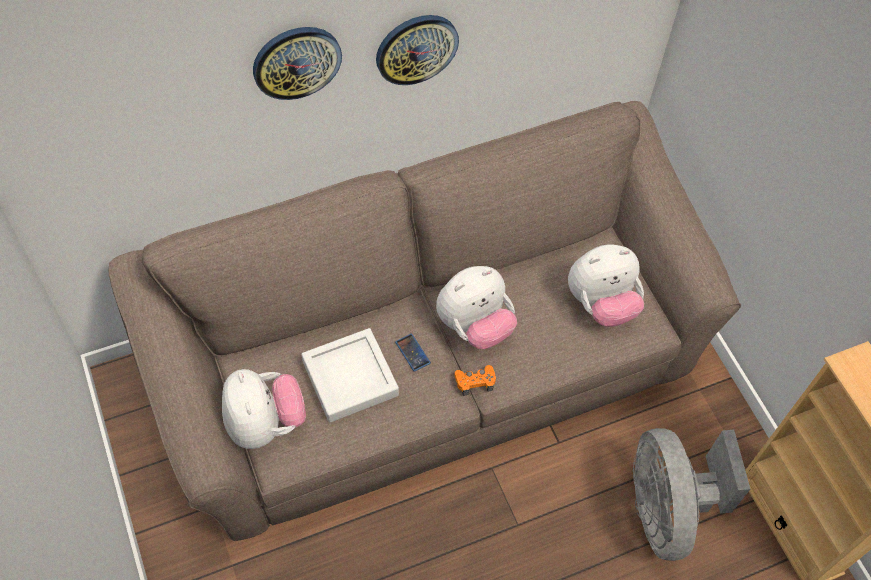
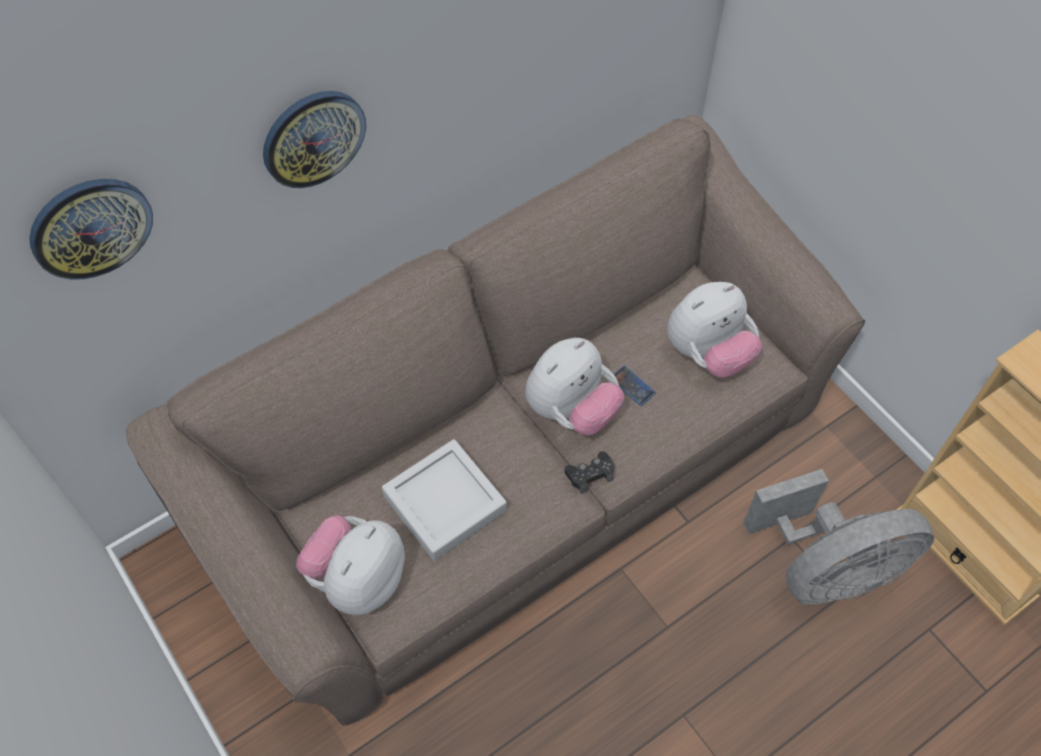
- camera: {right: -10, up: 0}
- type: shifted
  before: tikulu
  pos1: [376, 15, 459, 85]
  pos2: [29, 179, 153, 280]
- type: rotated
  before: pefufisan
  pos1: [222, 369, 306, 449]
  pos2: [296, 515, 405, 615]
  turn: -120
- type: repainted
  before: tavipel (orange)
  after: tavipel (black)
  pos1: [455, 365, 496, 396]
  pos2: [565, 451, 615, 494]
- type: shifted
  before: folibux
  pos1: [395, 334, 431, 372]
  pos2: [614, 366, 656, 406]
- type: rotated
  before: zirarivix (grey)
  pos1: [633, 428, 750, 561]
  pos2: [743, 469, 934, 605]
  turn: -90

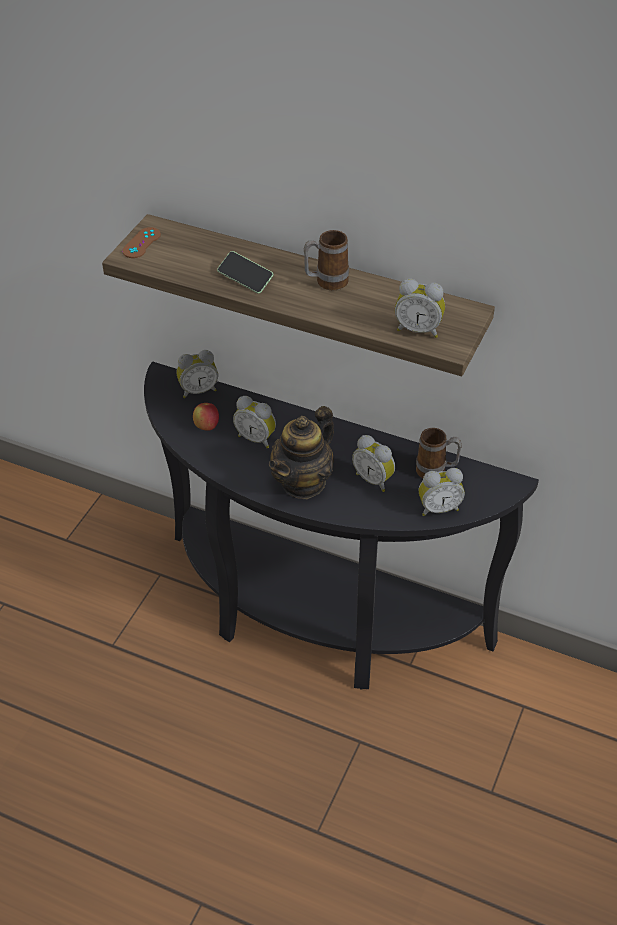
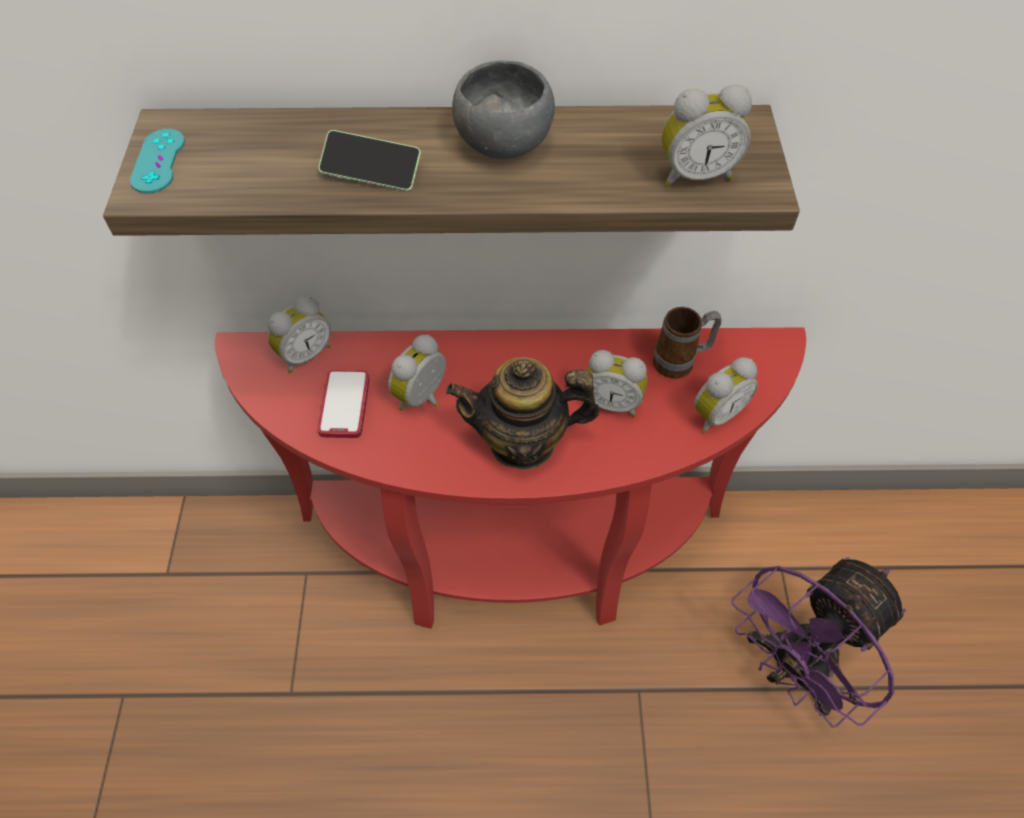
- camera: {right: -25, up: 10}
- type: repainted
  before: tavipel (brown)
  after: tavipel (turquoise)
  pos1: [122, 227, 161, 258]
  pos2: [130, 129, 185, 194]
- type: repainted
  before: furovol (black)
  after: furovol (red)
  pos1: [144, 362, 539, 690]
  pos2: [215, 327, 806, 629]
- type: swapped
  before: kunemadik
  after: folibux
  pos1: [193, 403, 219, 430]
  pos2: [318, 370, 370, 438]
- type: rotated
  before: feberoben
  pos1: [233, 396, 276, 448]
  pos2: [388, 335, 446, 411]
  turn: 120
- type: rotated
  before: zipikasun
  pos1: [269, 406, 334, 499]
  pos2: [446, 357, 600, 470]
  turn: 75
- type: swapped
  before: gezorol
  after: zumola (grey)
  pos1: [304, 230, 349, 290]
  pos2: [452, 60, 555, 159]
- type: new
  after: zirarivix (purple)
  pos2: [732, 557, 906, 728]

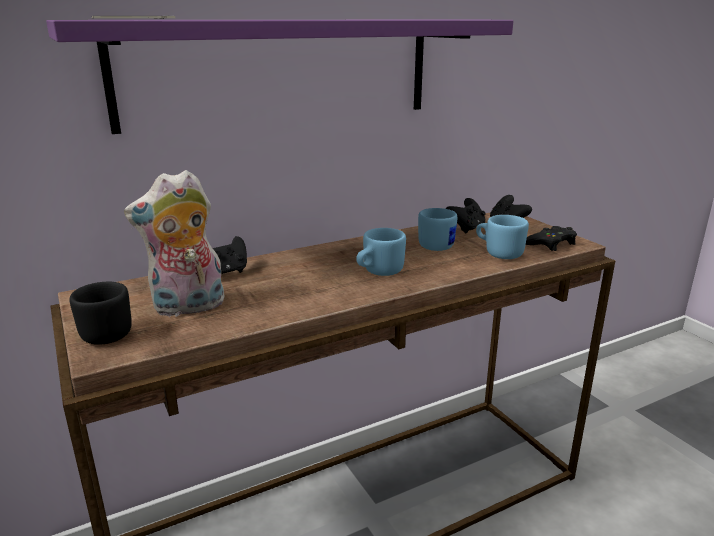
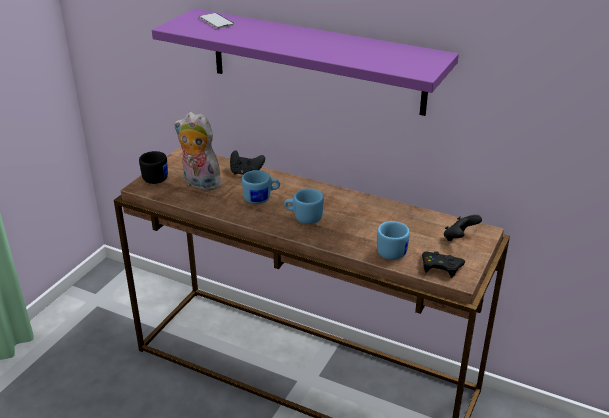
- camera: {right: 55, up: 10}
- type: shifted
  before: gezorol (blue)
  pos1: [418, 208, 457, 251]
  pos2: [242, 170, 280, 204]
- type: gone
  before: tavipel (black)
  pos1: [446, 198, 485, 233]

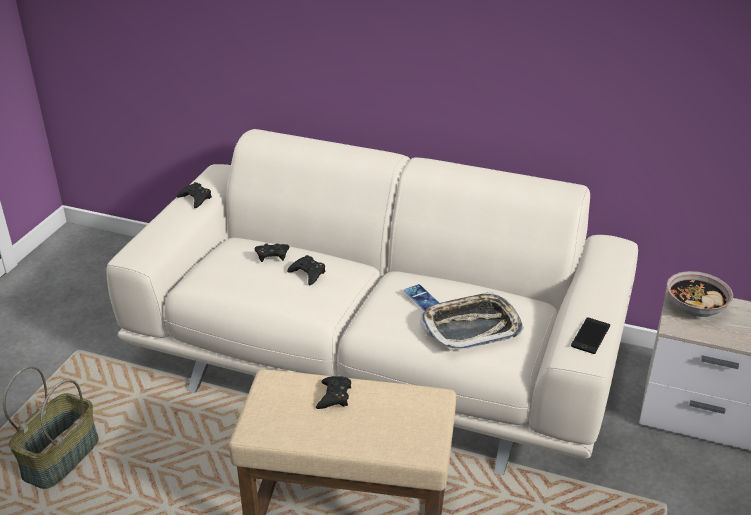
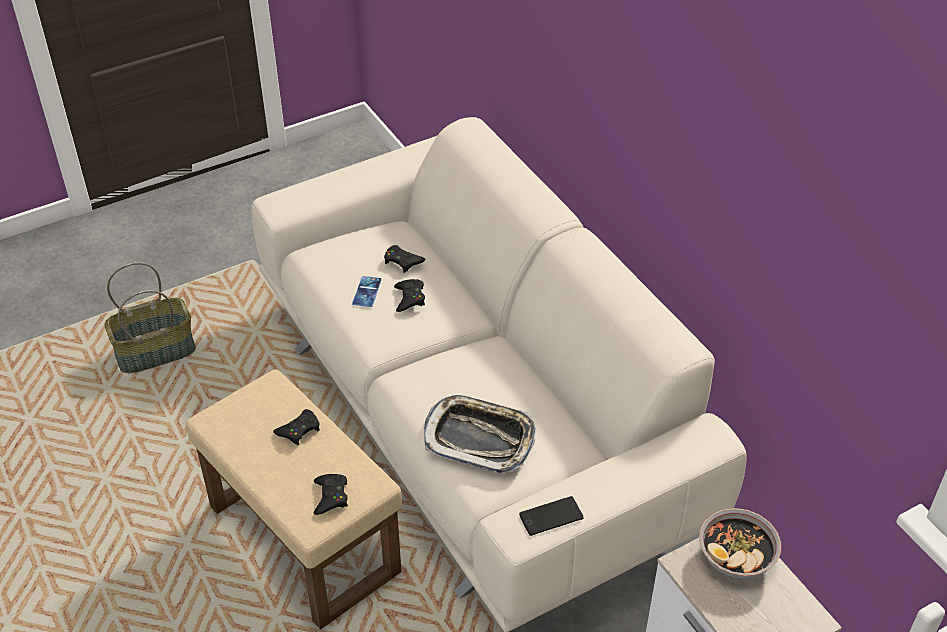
- camera: {right: 40, up: 10}
- type: shifted
  before: tavipel (black)
  pos1: [177, 182, 212, 208]
  pos2: [314, 474, 348, 515]
- type: shifted
  before: folibux
  pos1: [404, 284, 439, 311]
  pos2: [352, 276, 382, 307]

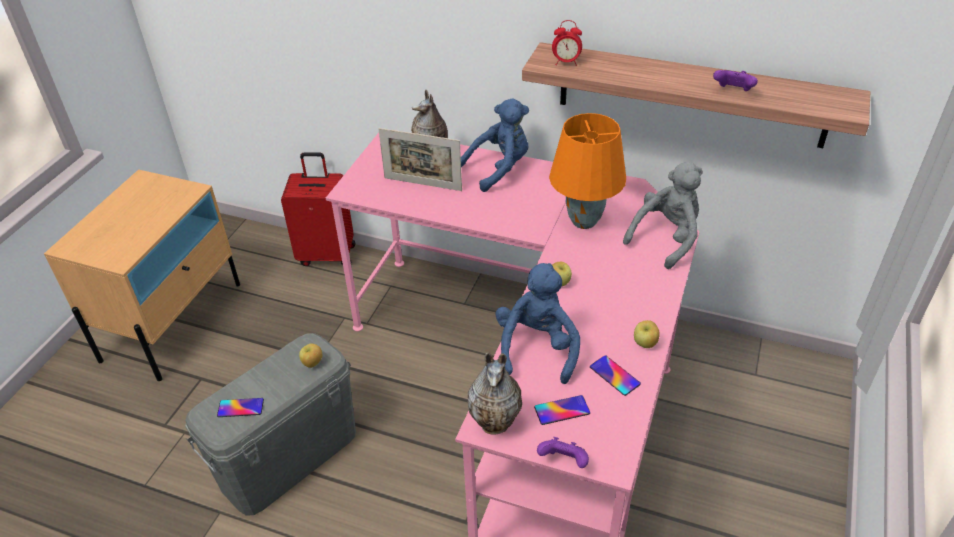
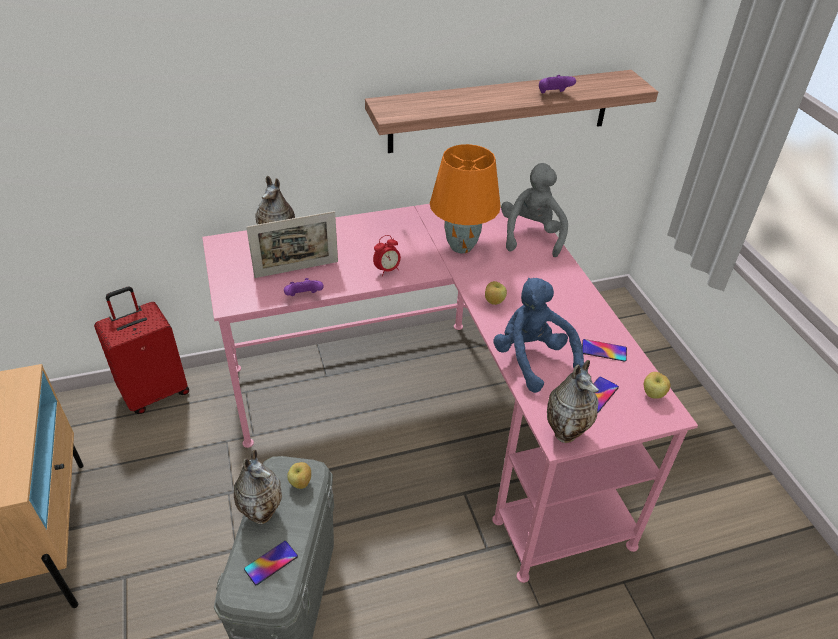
- camera: {right: -40, up: 0}
- type: new
  after: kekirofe
  pos2: [234, 450, 282, 524]
- type: shifted
  before: tavipel (purple)
  pos1: [537, 437, 589, 468]
  pos2: [284, 278, 324, 296]
- type: shifted
  before: feberoben
  pos1: [552, 20, 582, 66]
  pos2: [373, 235, 401, 276]
- type: shifted
  before: kunemadik
  pos1: [634, 320, 660, 348]
  pos2: [644, 372, 670, 399]
- type: gone
  before: pefufisan (blue)
  pos1: [461, 98, 529, 192]

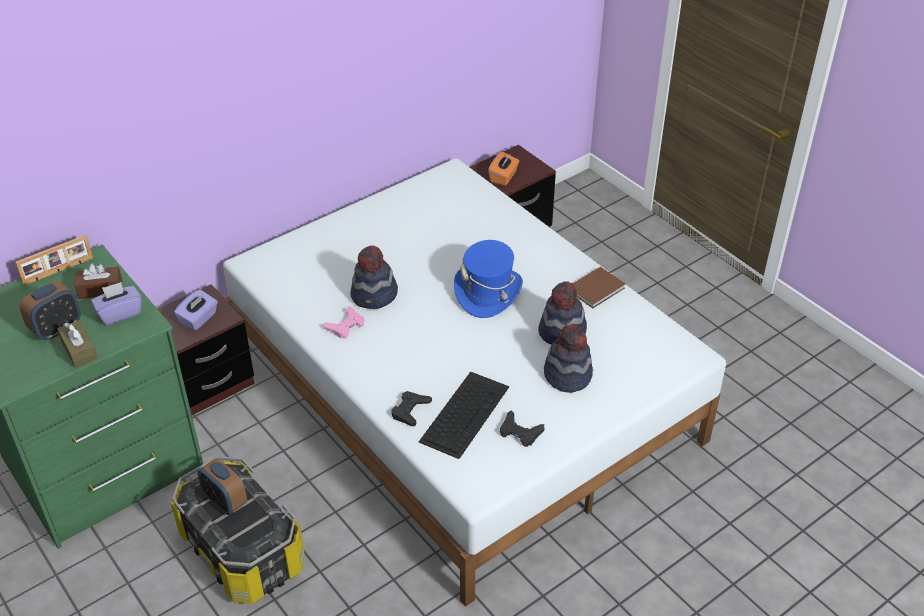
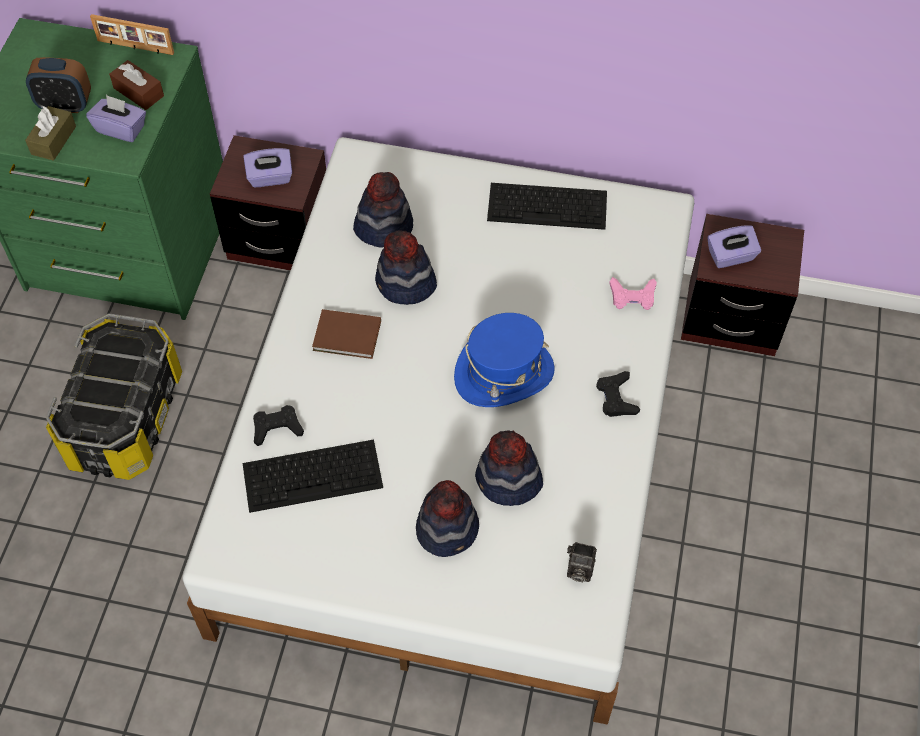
- camera: {right: 50, up: 15}
- type: shifted
  before: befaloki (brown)
  pos1: [572, 267, 625, 309]
  pos2: [312, 309, 381, 359]
- type: new
  after: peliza
  pos2: [353, 172, 413, 247]
- type: new
  after: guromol
  pos2: [487, 183, 607, 230]
- type: new
  after: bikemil
  pos2: [567, 542, 597, 583]
- type: shifted
  before: tavipel (black)
  pos1: [500, 411, 544, 447]
  pos2: [596, 371, 640, 417]
- type: shifted
  before: tavipel (pink)
  pos1: [323, 306, 365, 339]
  pos2: [609, 277, 657, 310]
- type: repainted
  before: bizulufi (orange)
  after: bizulufi (purple)
  pos1: [488, 152, 520, 186]
  pos2: [708, 225, 761, 268]
- type: gone
  before: feberoben
  pos1: [198, 458, 247, 515]

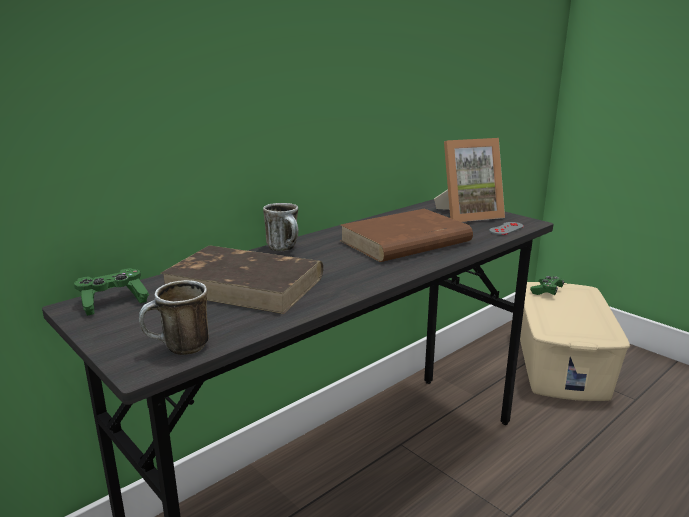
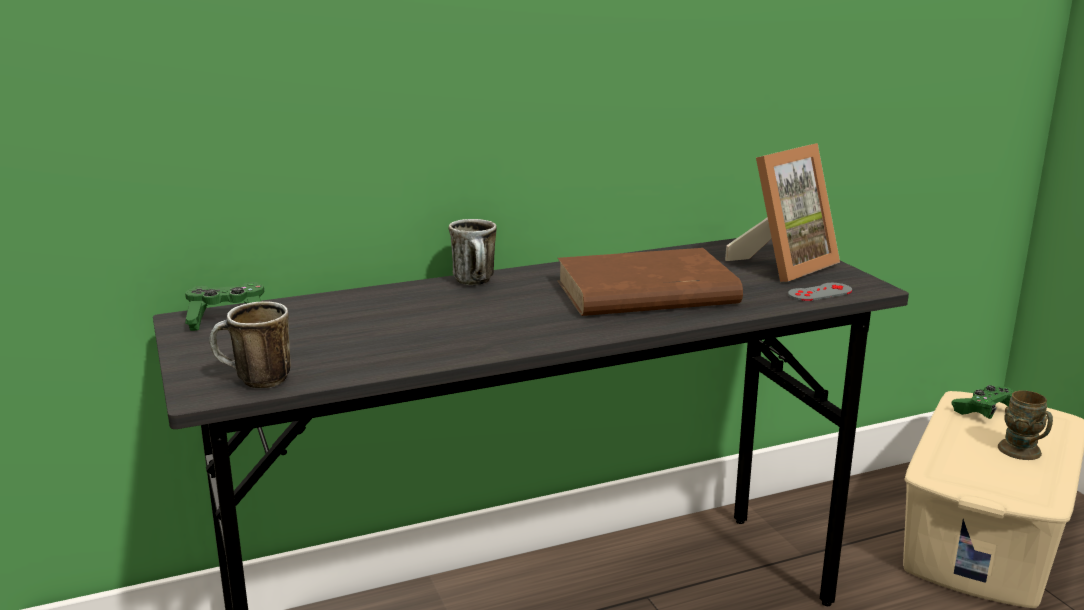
- camera: {right: 20, up: 0}
- type: rotated
  before: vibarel
  pos1: [434, 138, 505, 222]
  pos2: [725, 143, 840, 282]
  turn: -45
- type: new
  after: gezorol (brown)
  pos2: [998, 390, 1053, 460]
- type: gone
  before: befaloki (brown)
  pos1: [160, 246, 323, 314]

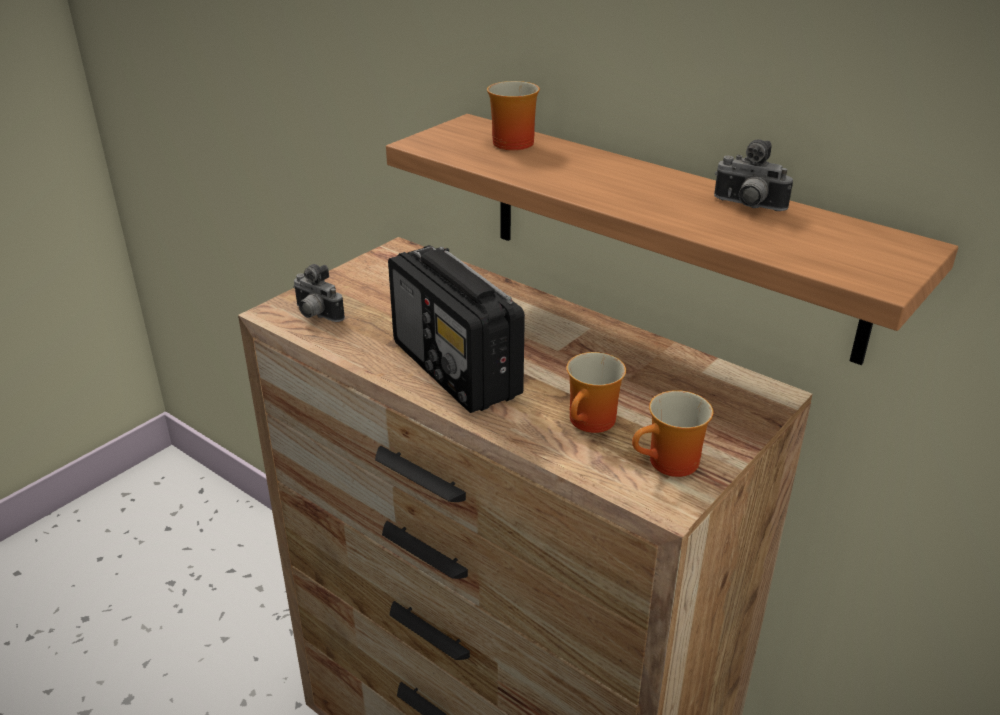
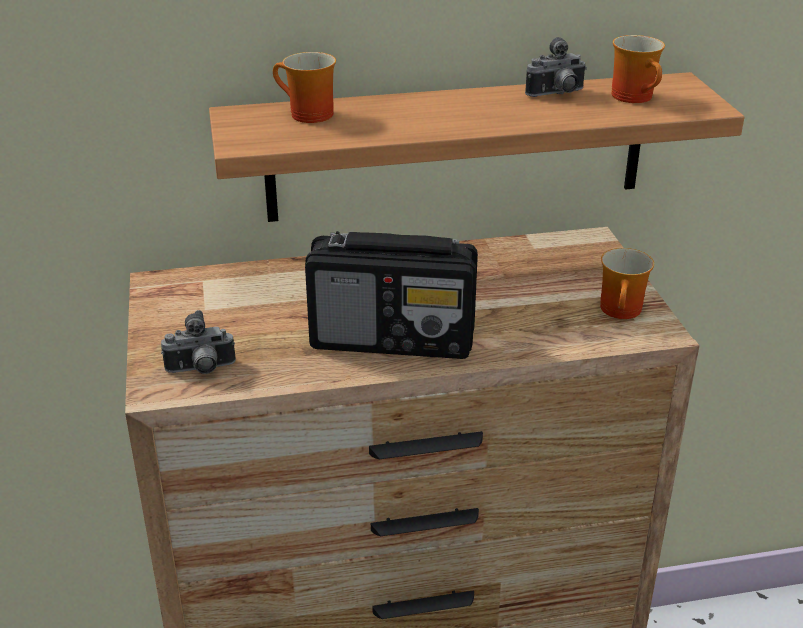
- camera: {right: -50, up: 0}
- type: shifted
  before: gezorol
  pos1: [567, 352, 626, 433]
  pos2: [611, 35, 665, 103]

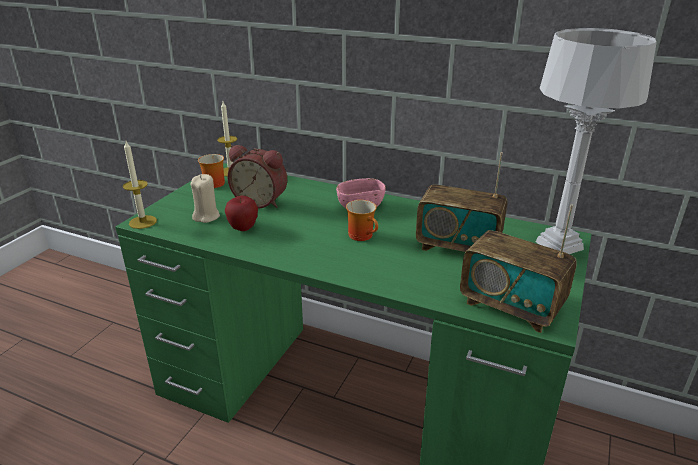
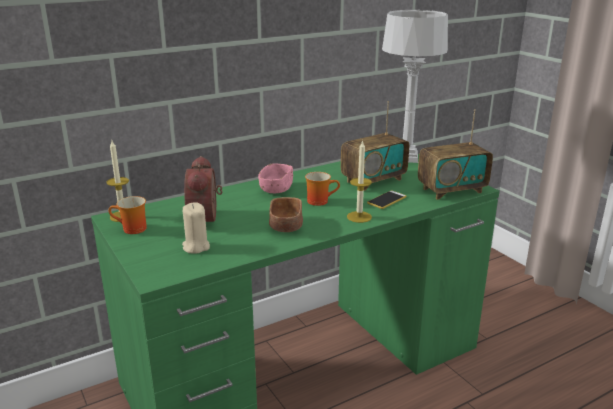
- camera: {right: -55, up: -5}
- type: rotated
  before: feberoben
  pos1: [227, 145, 287, 208]
  pos2: [184, 156, 223, 222]
  turn: 120
- type: new
  after: zumola (brown)
  pos2: [269, 197, 303, 232]
- type: shifted
  before: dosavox
  pos1: [123, 141, 157, 229]
  pos2: [347, 140, 372, 223]
- type: new
  after: folibux
  pos2: [367, 191, 406, 209]
- type: gone
  before: kunemadik
  pos1: [225, 196, 258, 231]

